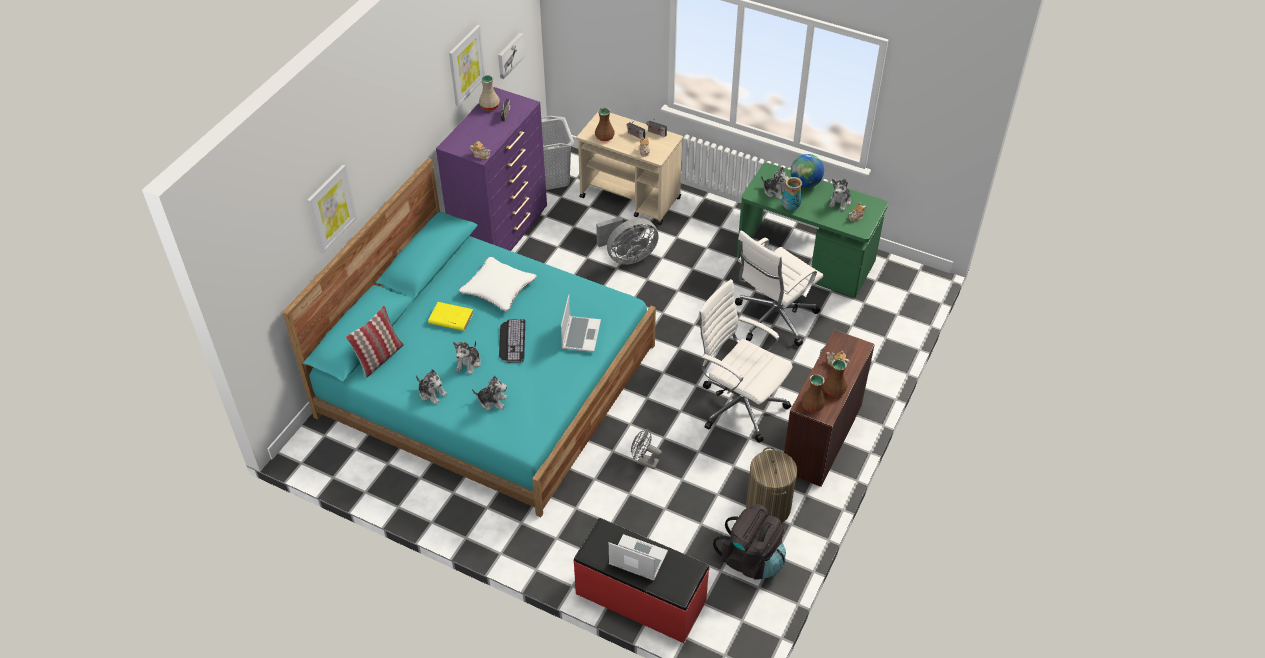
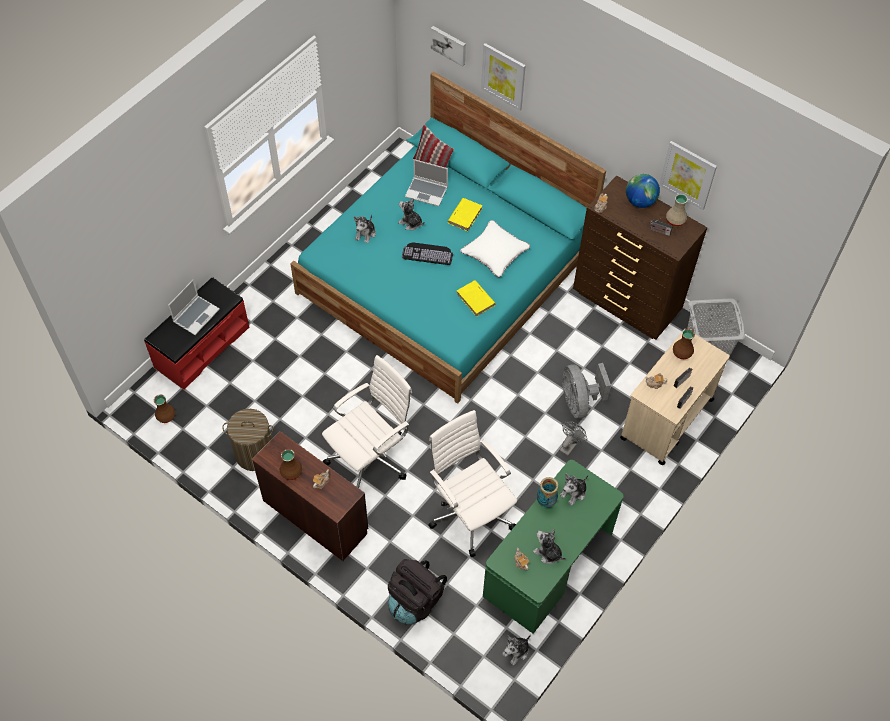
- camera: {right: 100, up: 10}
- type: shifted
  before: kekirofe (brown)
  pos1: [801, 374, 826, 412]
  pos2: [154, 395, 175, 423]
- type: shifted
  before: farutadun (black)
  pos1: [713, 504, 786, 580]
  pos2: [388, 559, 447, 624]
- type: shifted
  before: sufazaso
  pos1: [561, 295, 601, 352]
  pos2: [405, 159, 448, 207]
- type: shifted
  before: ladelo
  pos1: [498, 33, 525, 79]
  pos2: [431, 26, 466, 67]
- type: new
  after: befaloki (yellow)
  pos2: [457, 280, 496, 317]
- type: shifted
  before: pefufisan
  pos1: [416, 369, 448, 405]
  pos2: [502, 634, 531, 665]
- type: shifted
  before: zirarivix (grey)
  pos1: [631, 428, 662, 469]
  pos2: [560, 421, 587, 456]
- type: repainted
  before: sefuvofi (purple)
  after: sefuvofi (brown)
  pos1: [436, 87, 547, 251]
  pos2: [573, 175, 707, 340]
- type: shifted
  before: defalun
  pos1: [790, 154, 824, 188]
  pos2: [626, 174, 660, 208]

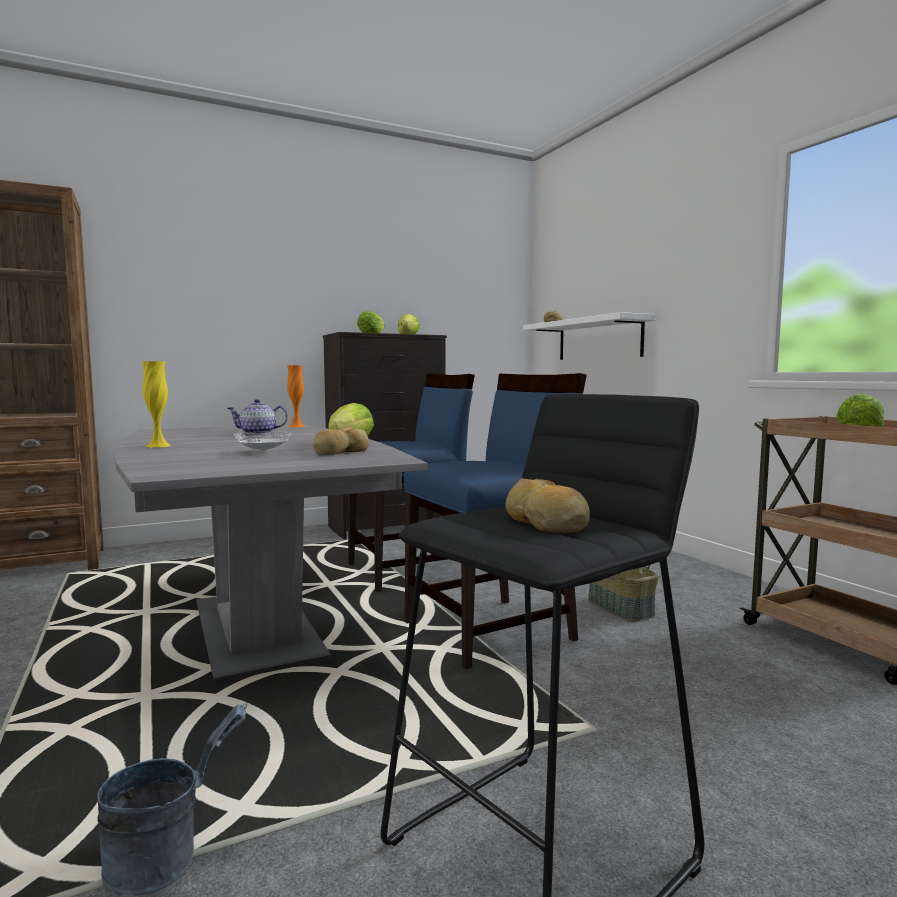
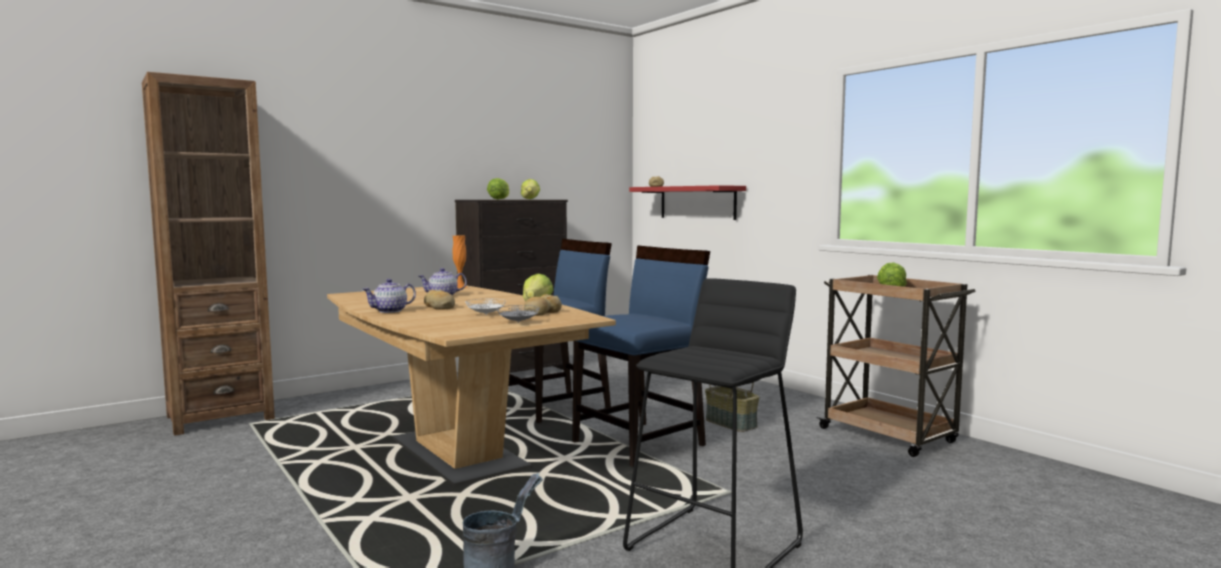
- camera: {right: -10, up: 0}
- type: repainted
  before: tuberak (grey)
  after: tuberak (brown)
  pos1: [114, 424, 427, 683]
  pos2: [327, 285, 616, 487]
- type: swapped
  before: kekirofe (yellow)
  after: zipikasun
  pos1: [142, 361, 171, 448]
  pos2: [362, 279, 416, 313]
- type: shifted
  before: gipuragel
  pos1: [506, 478, 590, 533]
  pos2: [424, 290, 455, 310]
- type: new
  after: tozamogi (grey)
  pos2: [498, 305, 540, 323]
- type: repainted
  before: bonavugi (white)
  after: bonavugi (red)
  pos1: [523, 312, 656, 360]
  pos2: [629, 185, 746, 220]

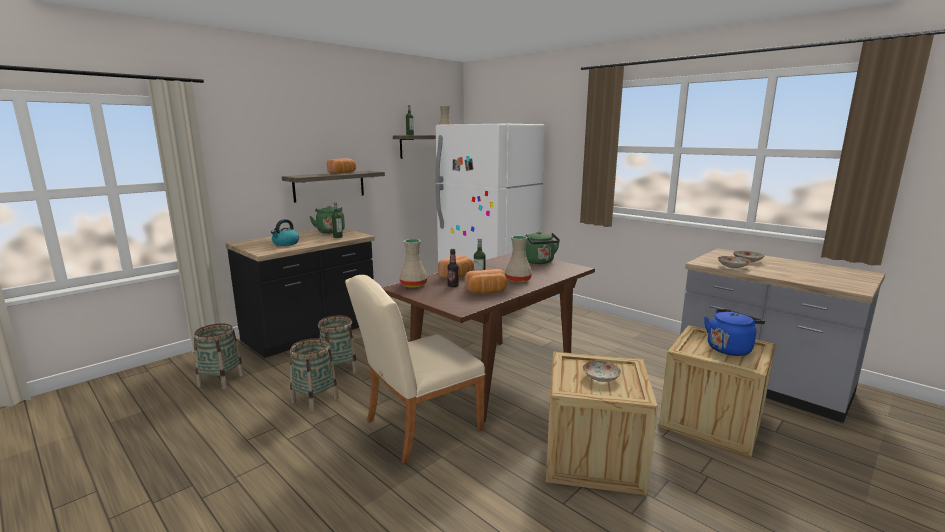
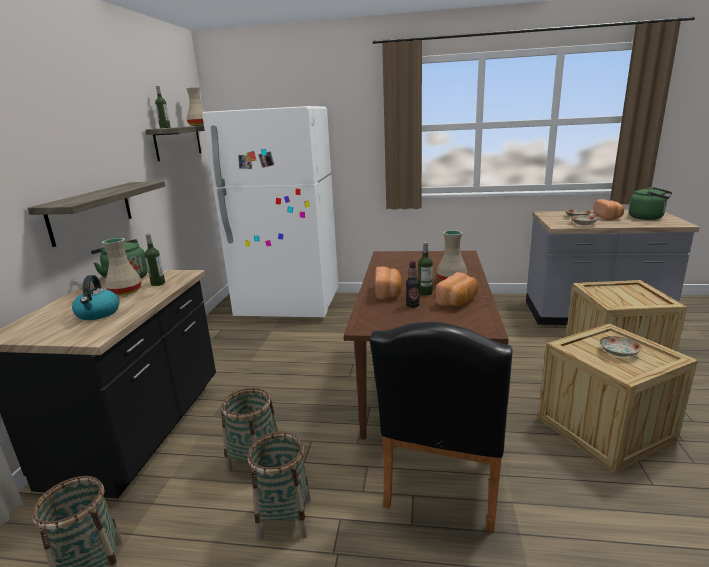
- camera: {right: -35, up: 5}
- type: shifted
  before: kekirofe (beige)
  pos1: [399, 239, 428, 288]
  pos2: [102, 238, 142, 296]
- type: repainted
  before: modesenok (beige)
  after: modesenok (black)
  pos1: [345, 275, 485, 463]
  pos2: [369, 322, 513, 534]
- type: shifted
  before: gipuragel
  pos1: [327, 158, 356, 174]
  pos2: [593, 199, 624, 220]
- type: shifted
  before: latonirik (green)
  pos1: [526, 231, 560, 264]
  pos2: [629, 187, 672, 220]
- type: gone
  before: latonirik (blue)
  pos1: [704, 309, 765, 356]

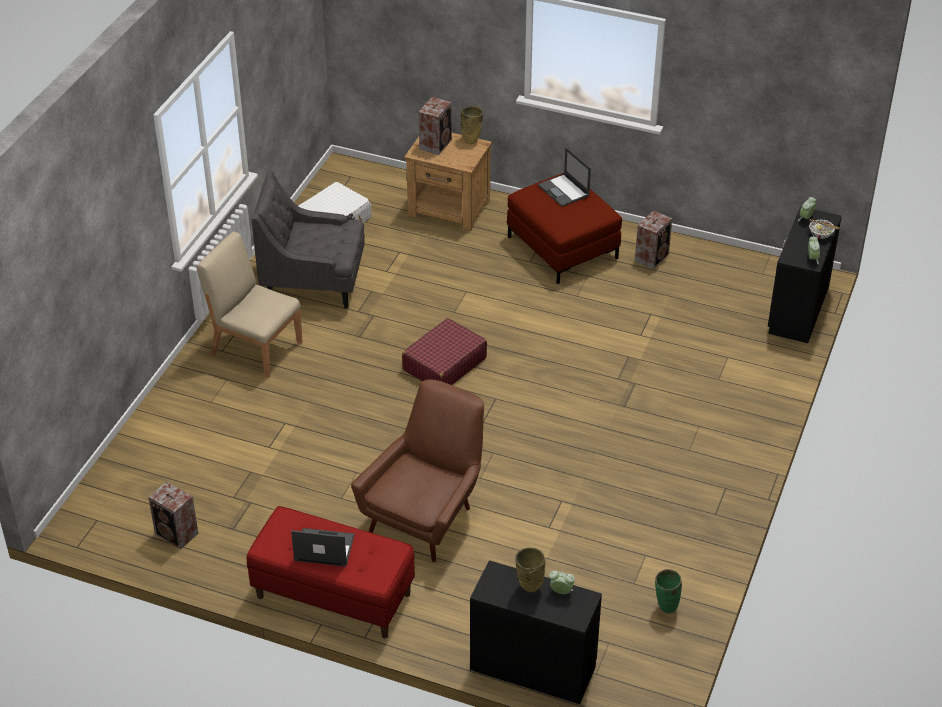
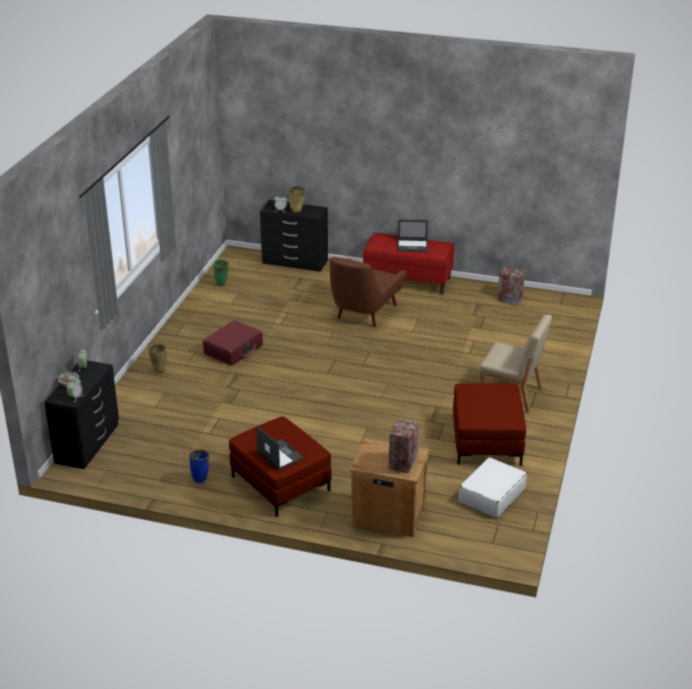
- camera: {right: 175, up: -10}
- type: shifted
  before: kekirofe (beige)
  pos1: [461, 106, 483, 144]
  pos2: [148, 344, 167, 373]
- type: swapped
  before: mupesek
  after: kekirofe (blue)
  pos1: [635, 210, 672, 269]
  pos2: [189, 449, 209, 483]
- type: shifted
  before: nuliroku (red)
  pos1: [402, 318, 487, 385]
  pos2: [203, 320, 263, 366]
- type: swapped
  before: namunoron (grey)
  after: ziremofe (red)
  pos1: [252, 171, 365, 308]
  pos2: [453, 383, 526, 466]

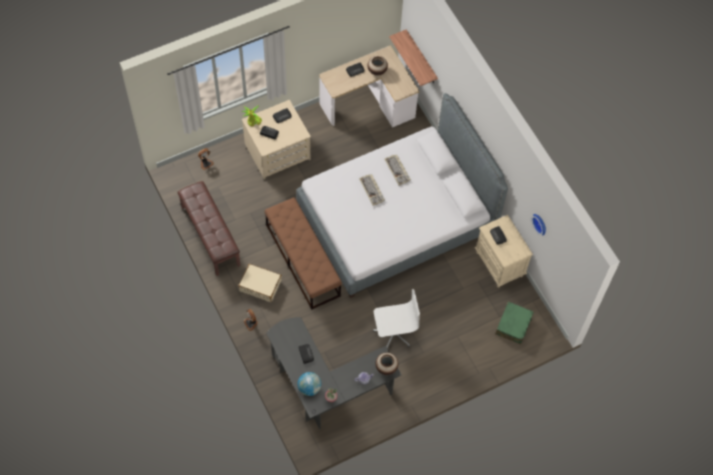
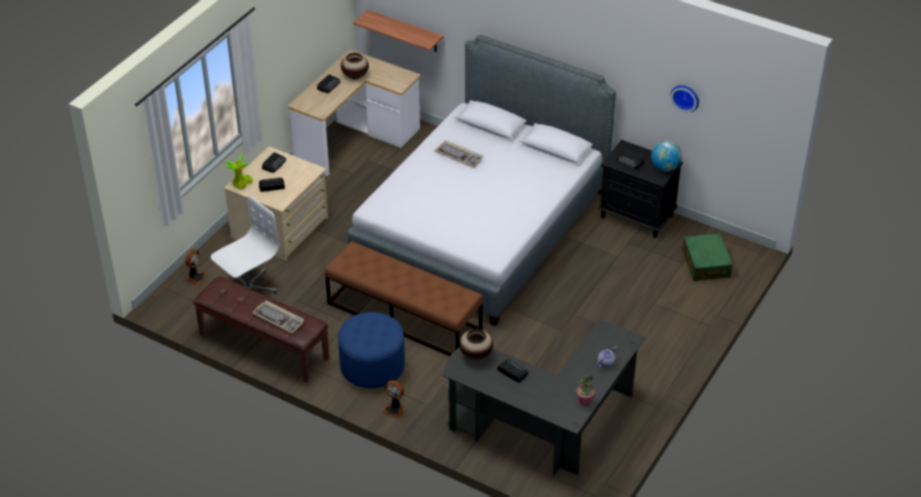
- camera: {right: -30, up: -20}
- type: shifted
  before: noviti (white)
  pos1: [373, 289, 420, 348]
  pos2: [211, 196, 279, 293]
- type: shifted
  before: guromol
  pos1: [359, 174, 385, 206]
  pos2: [252, 300, 304, 334]
- type: swapped
  before: nuliroku (beige)
  after: ziremofe (blue)
  pos1: [238, 264, 282, 302]
  pos2: [338, 312, 405, 388]
- type: shifted
  before: kekirofe
  pos1: [375, 352, 398, 375]
  pos2: [459, 329, 493, 360]
- type: repainted
  before: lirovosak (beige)
  after: lirovosak (black)
  pos1: [475, 215, 533, 288]
  pos2: [598, 140, 683, 238]
- type: shifted
  before: defalun
  pos1: [298, 372, 321, 396]
  pos2: [651, 141, 682, 171]

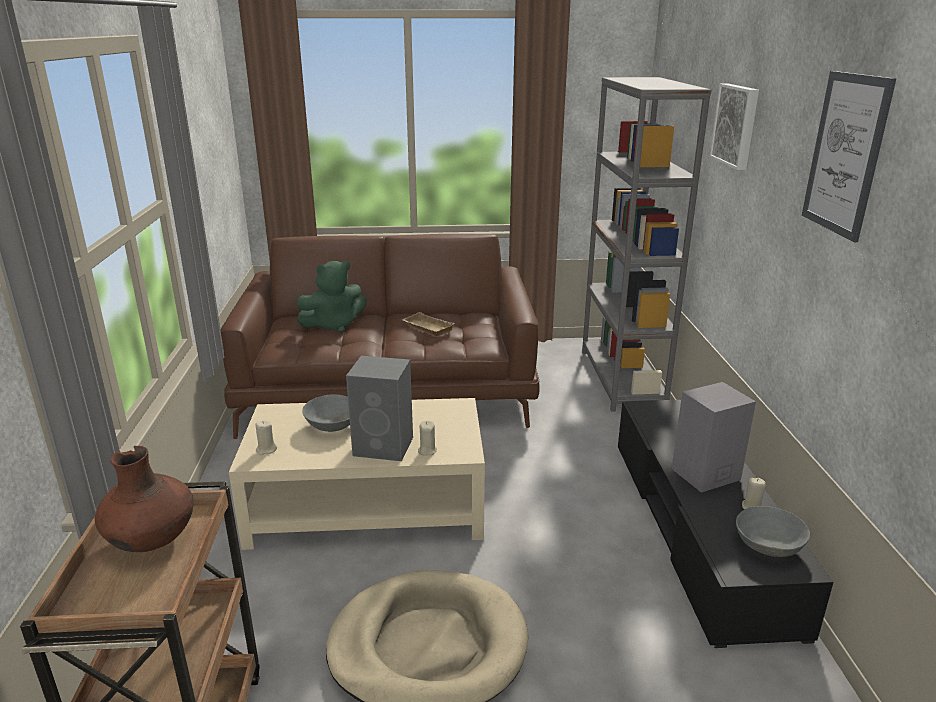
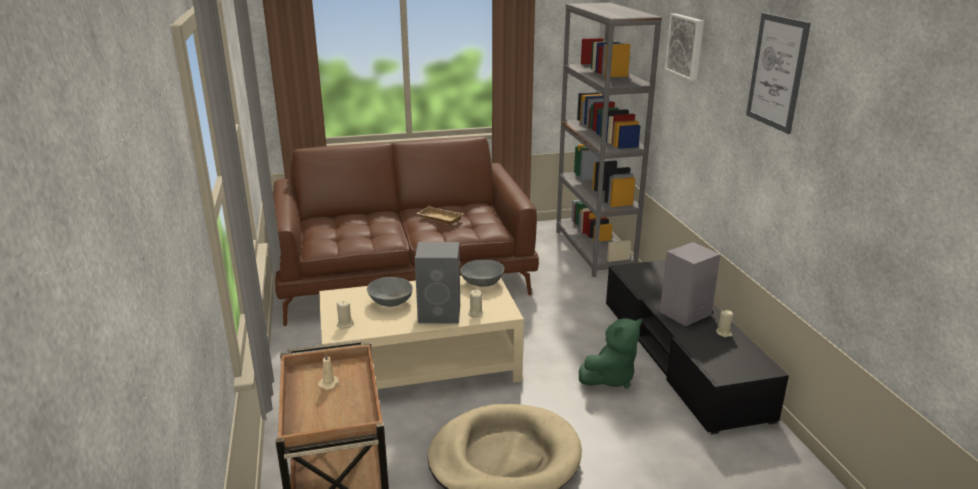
- camera: {right: -10, up: 0}
- type: swapped
  before: kekirofe (brown)
  after: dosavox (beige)
  pos1: [95, 446, 193, 552]
  pos2: [318, 353, 339, 390]
- type: shifted
  before: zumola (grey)
  pos1: [736, 506, 810, 557]
  pos2: [460, 260, 504, 287]
- type: shifted
  before: pefufisan (green)
  pos1: [297, 261, 367, 333]
  pos2: [579, 318, 642, 389]

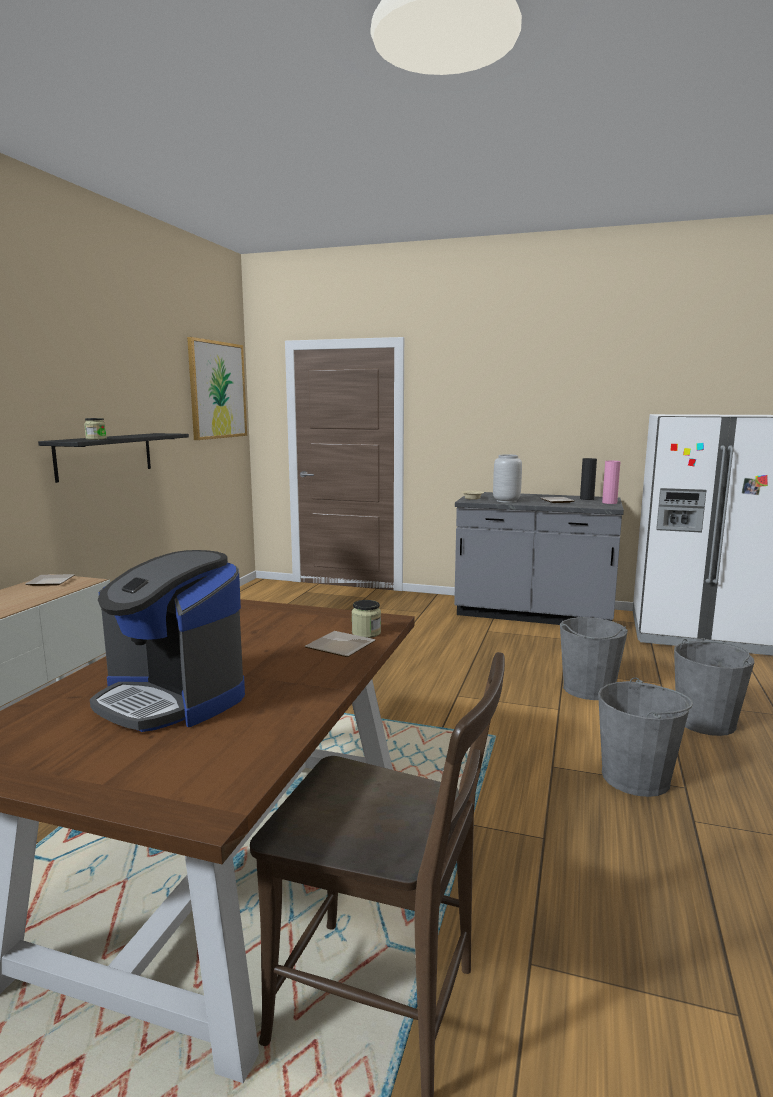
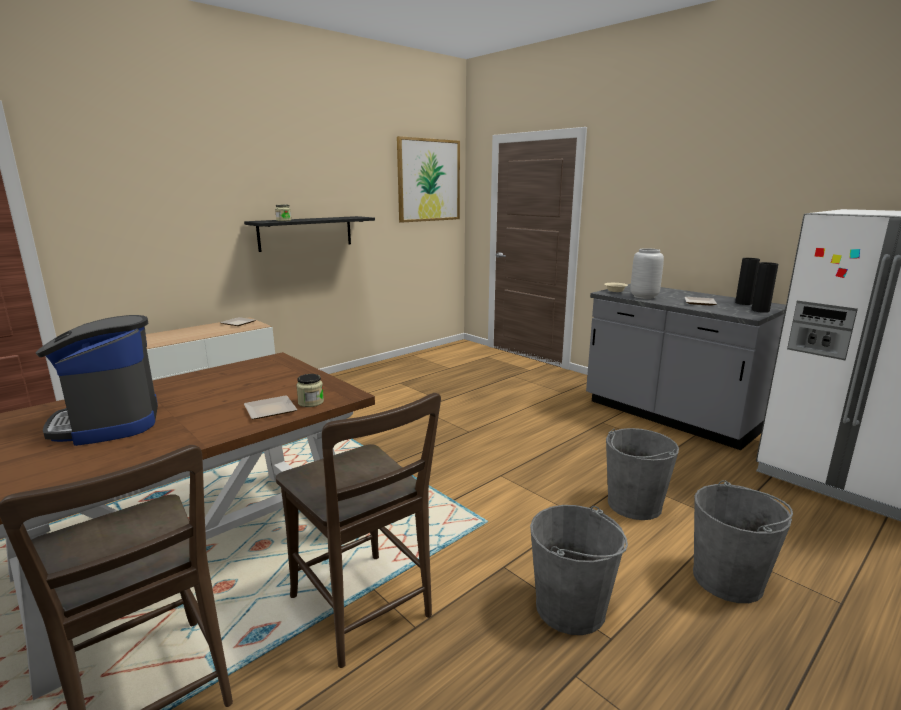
- camera: {right: 30, up: 5}
- type: new
  after: modesenok (brown)
  pos2: [276, 393, 441, 668]
- type: repainted
  before: kekirofe (pink)
  after: kekirofe (black)
  pos1: [602, 461, 621, 504]
  pos2: [751, 262, 778, 313]

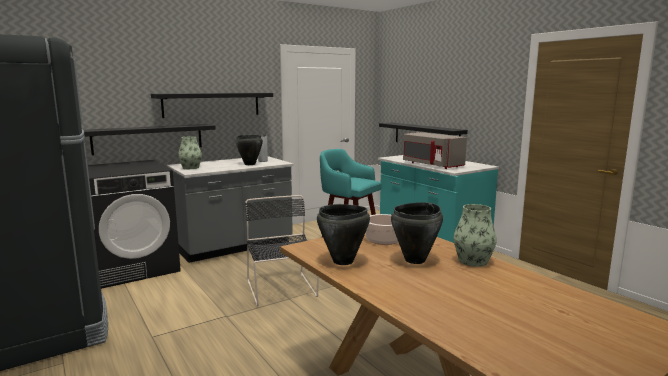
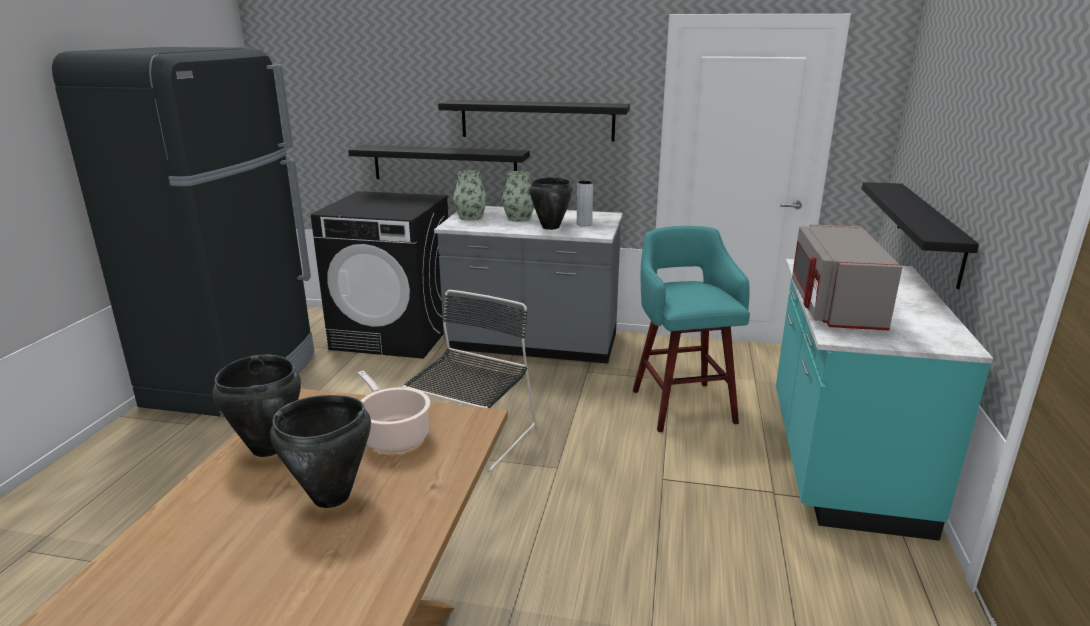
- camera: {right: 45, up: 10}
- type: shifted
  before: kekirofe
  pos1: [454, 204, 497, 267]
  pos2: [502, 171, 534, 222]

